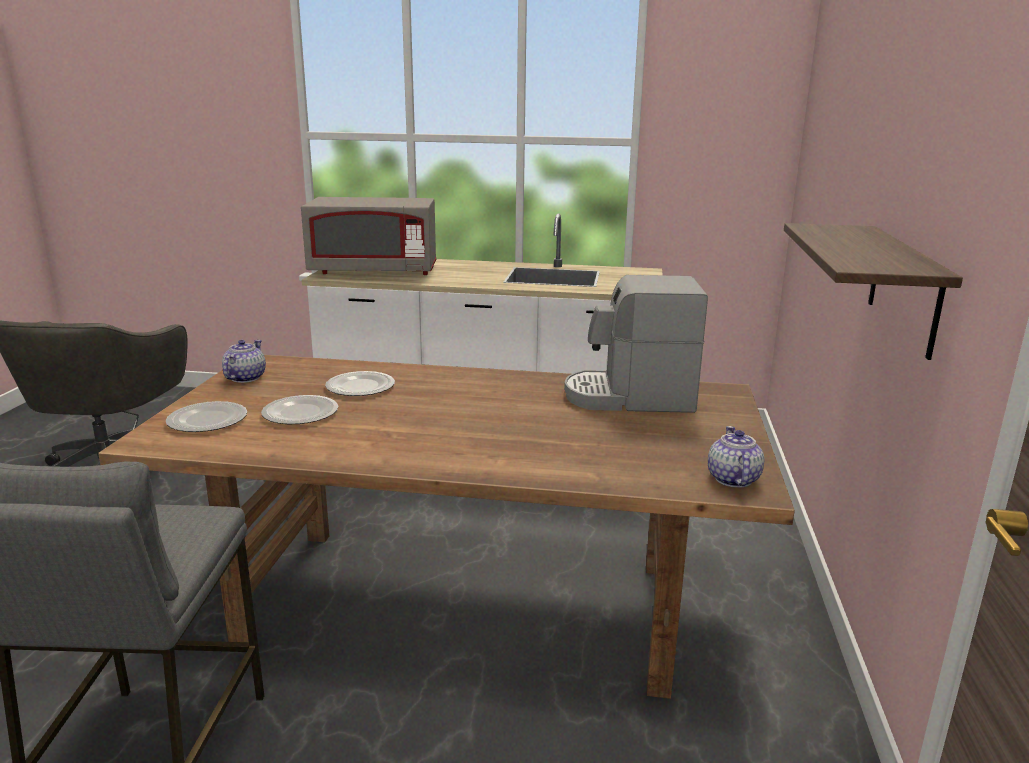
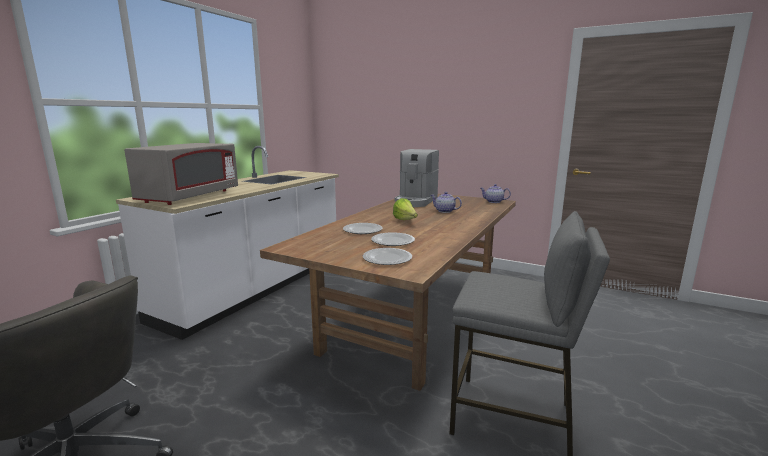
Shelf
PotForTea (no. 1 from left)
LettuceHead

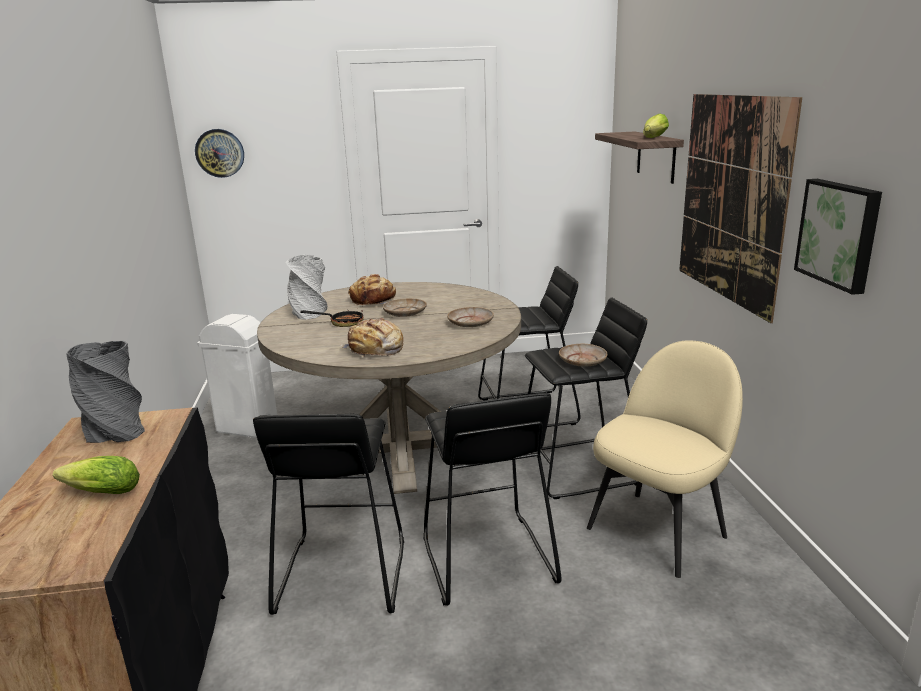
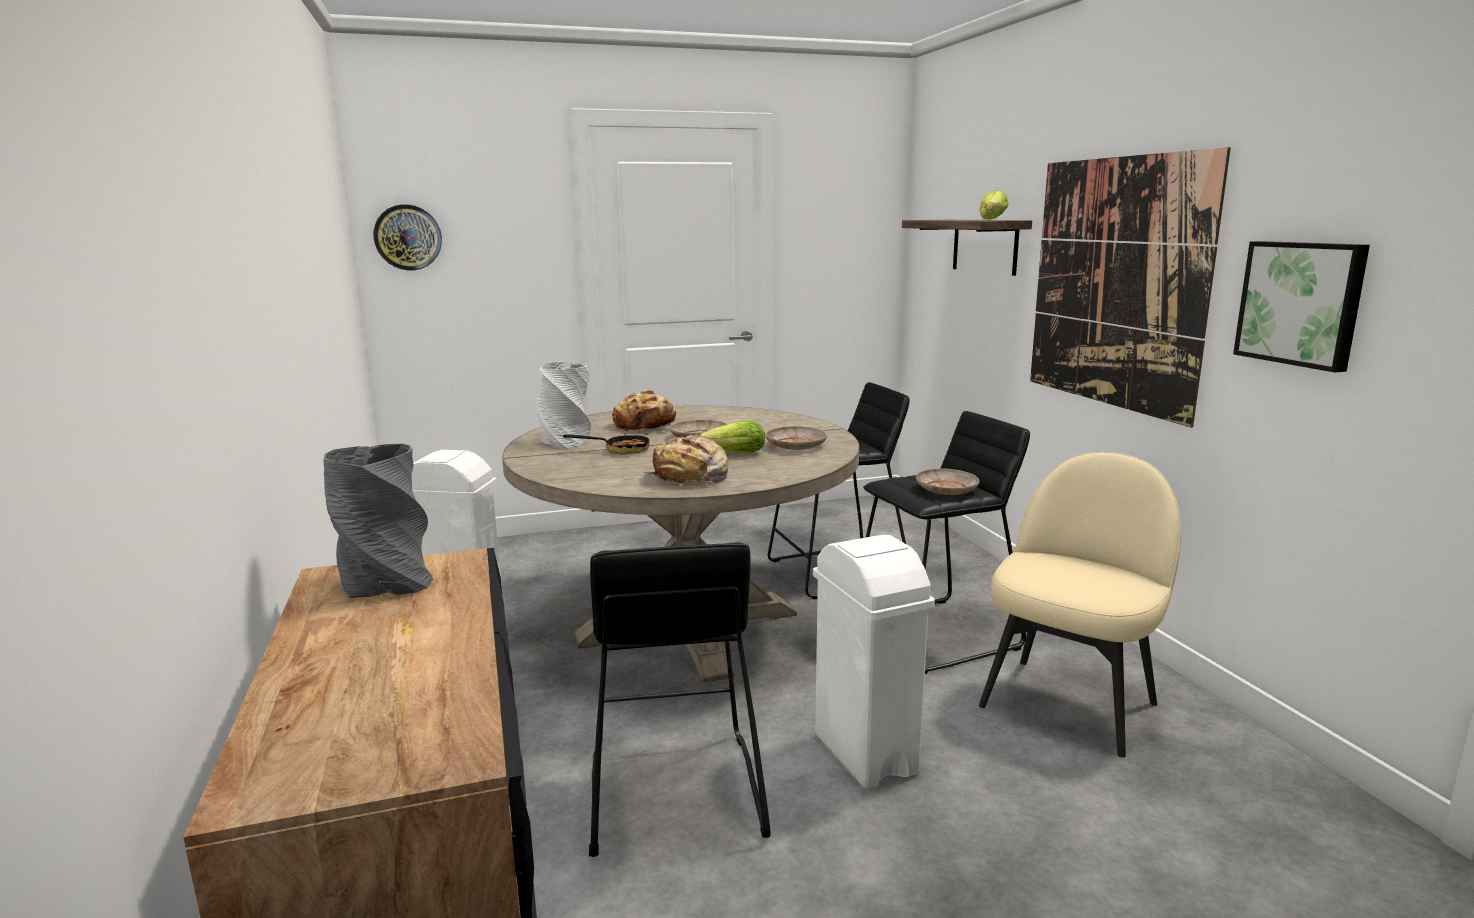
WhiteColouredTrashCan (no. 2 from left)
LettuceHead (no. 1 from left)

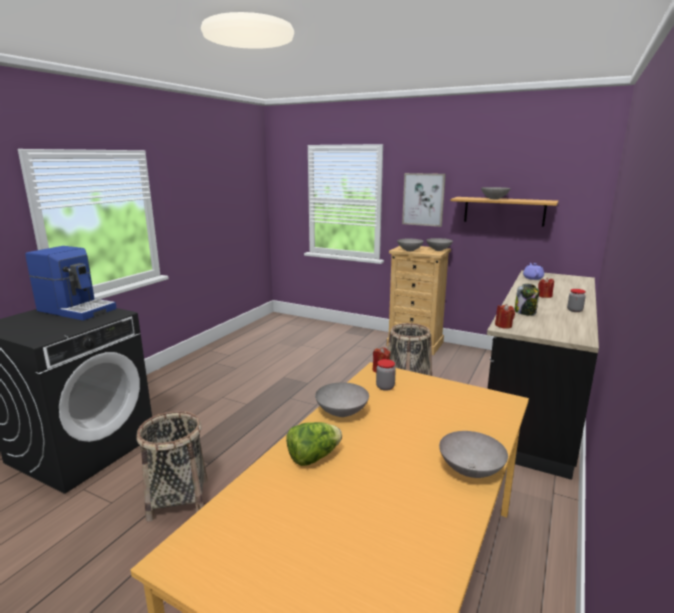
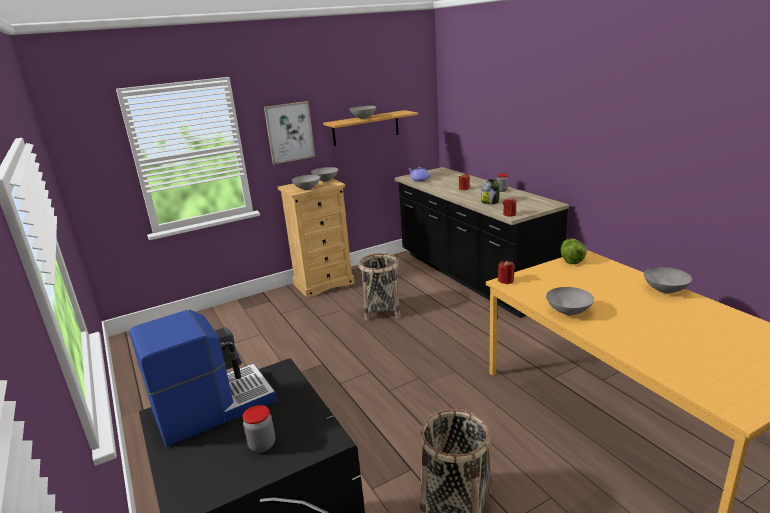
Jar (no. 1 from left)
LettuceHead

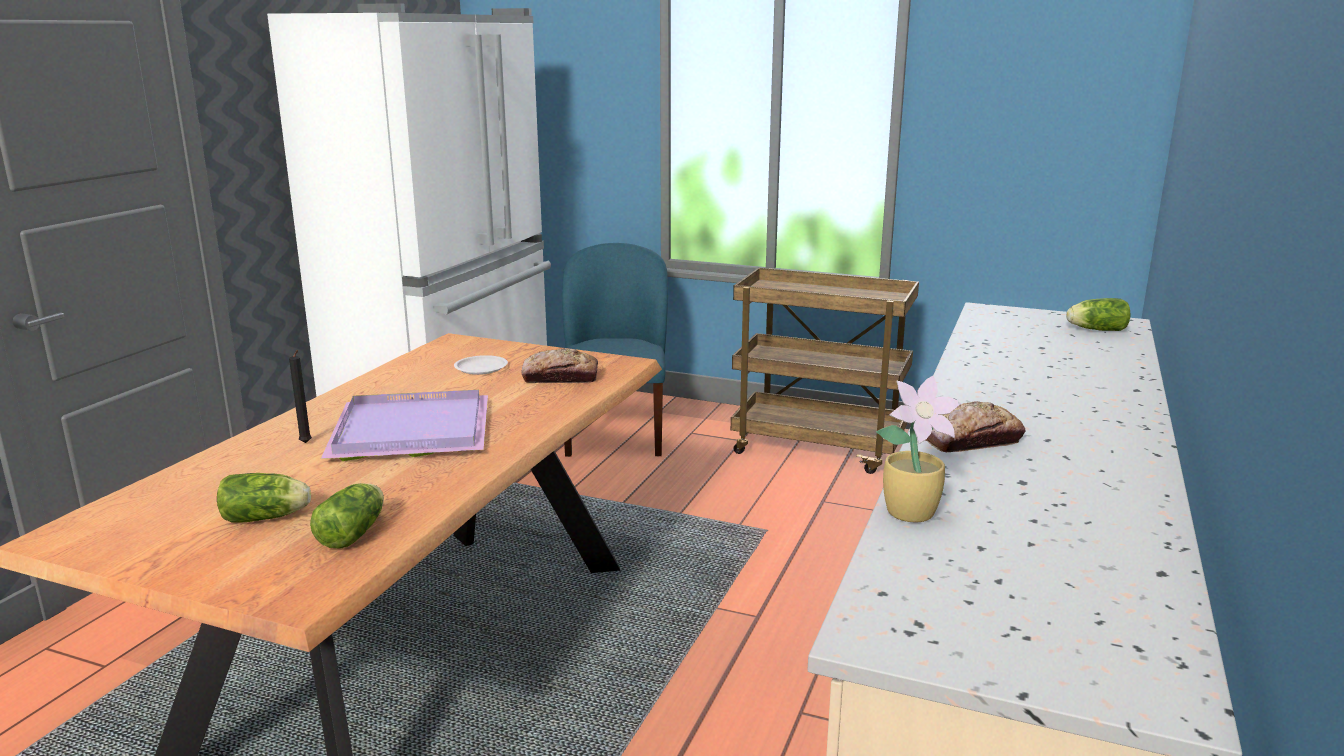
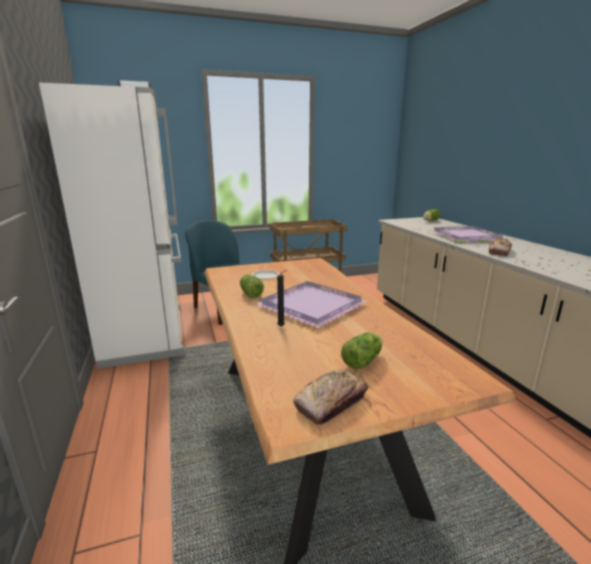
BakedBread (no. 1 from left)
PlantInAPot
LettuceHead (no. 1 from left)
PurpleCarryingTray (no. 2 from left)

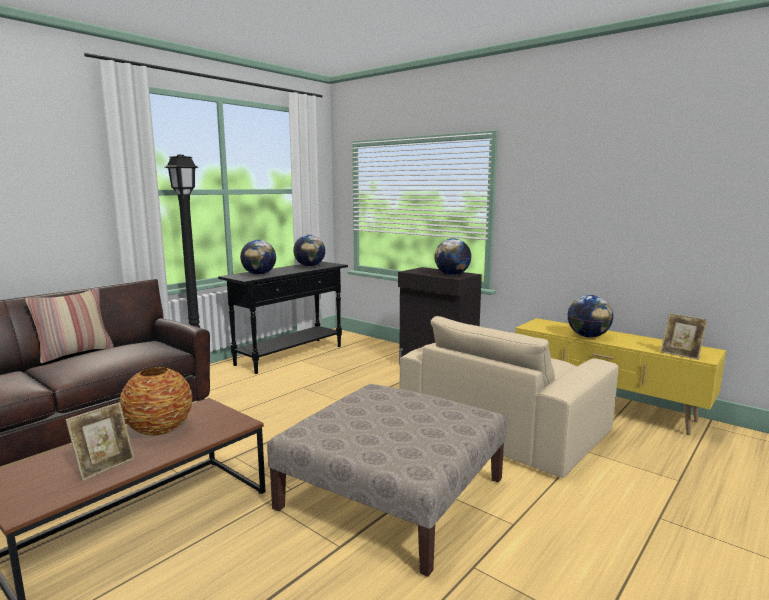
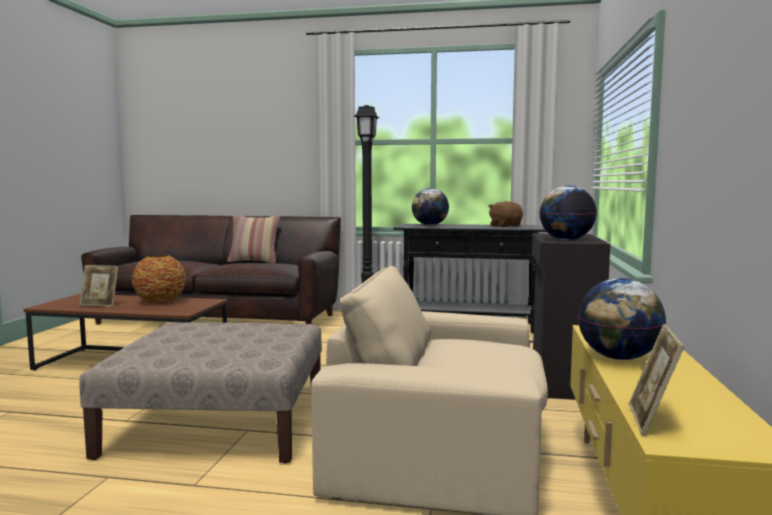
BrownishPlushToy

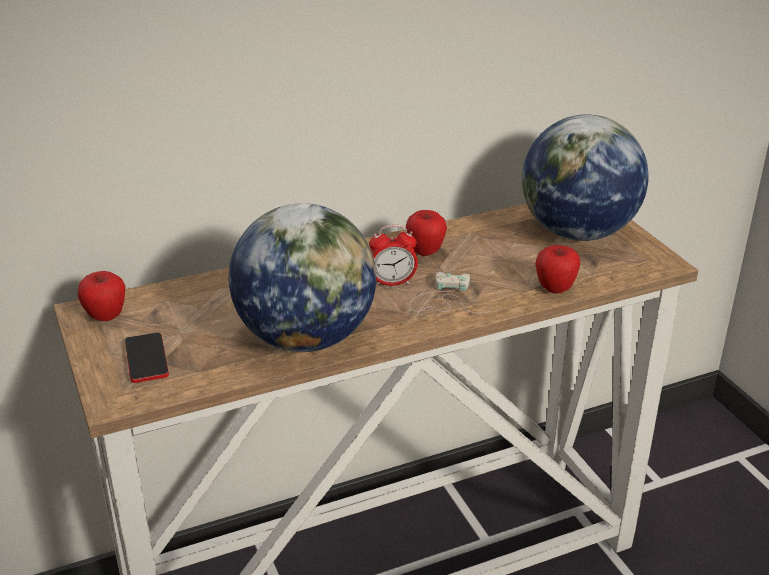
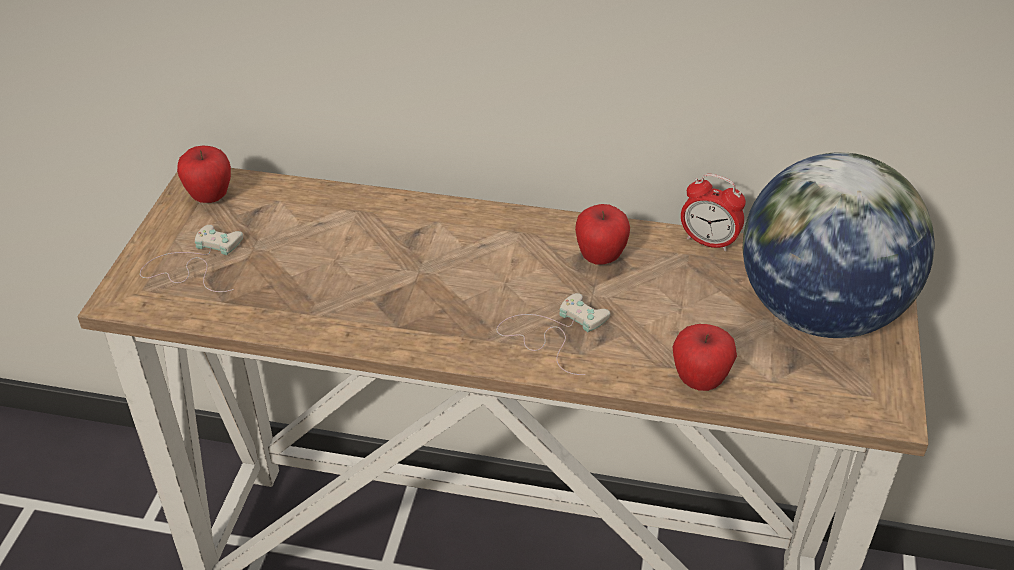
Globe (no. 1 from left in the first image)
BedsideClock
WhiteColouredJoypad (no. 1 from left)

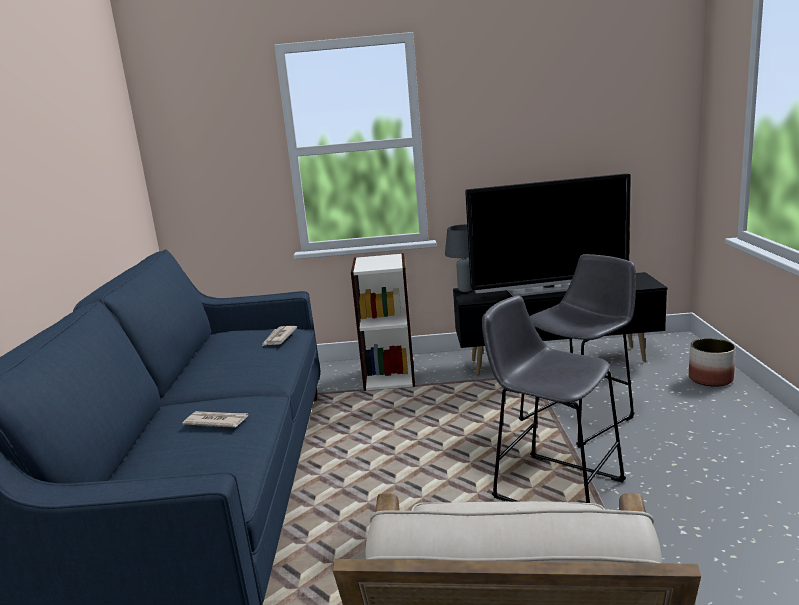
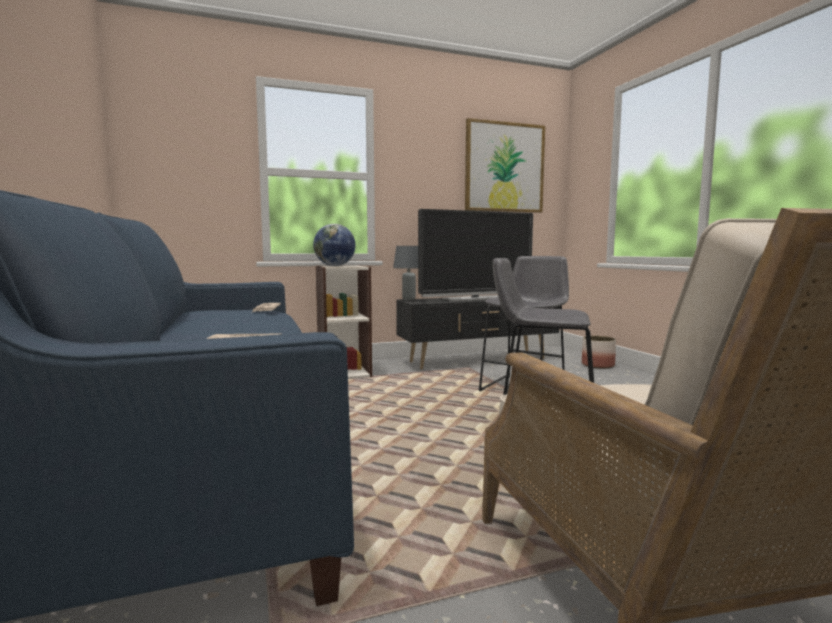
WallPicture
Globe

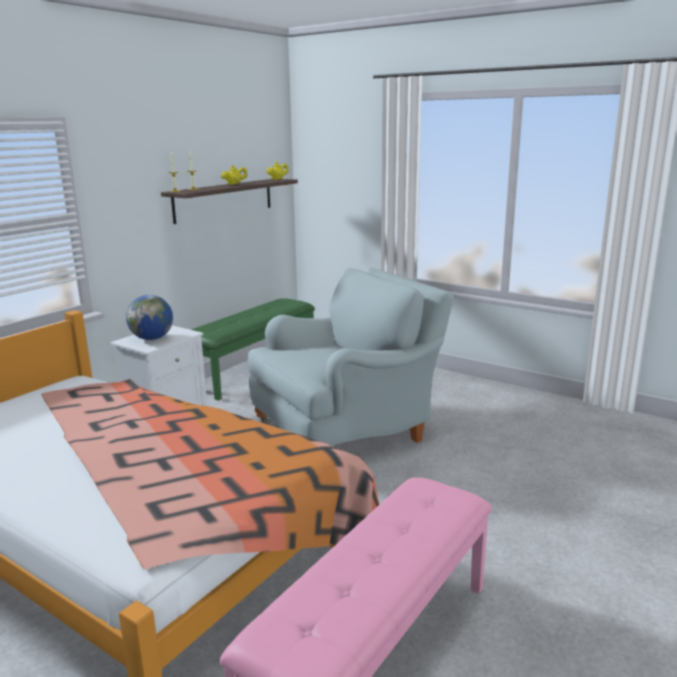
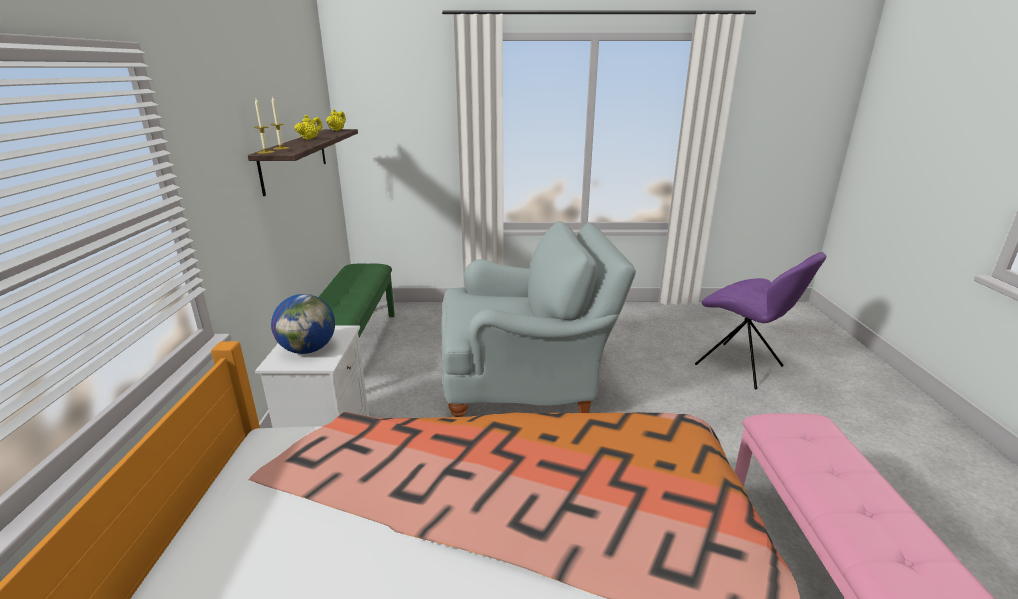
GrayLoungeChair
PurpleChair

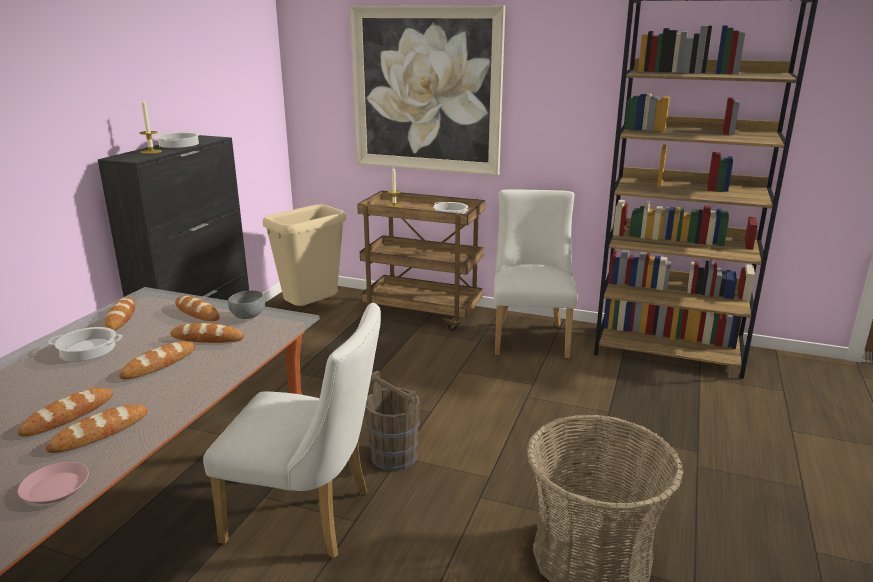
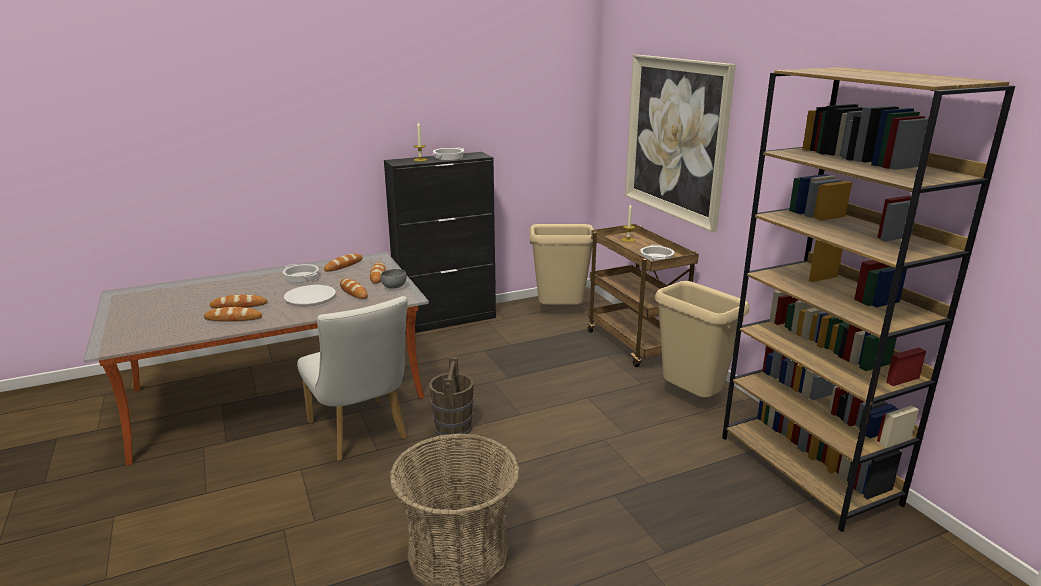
SandColouredTrashCan (no. 2 from left)
WhiteColouredDinnerPlate
PinkishDinnerPlate

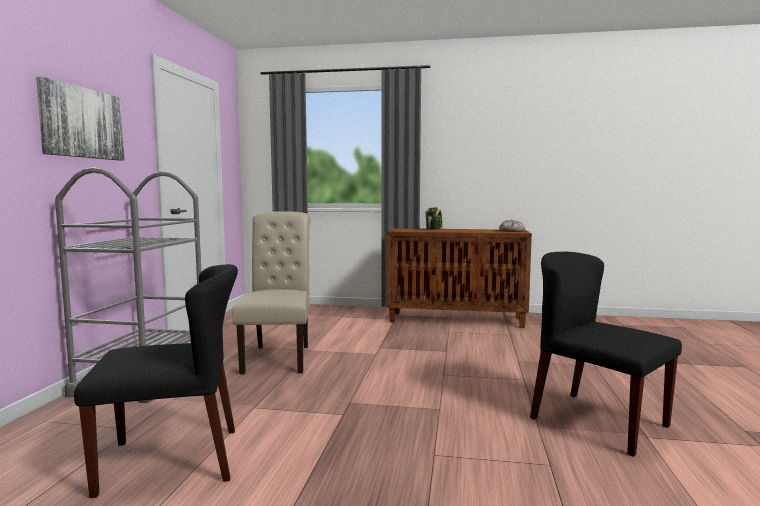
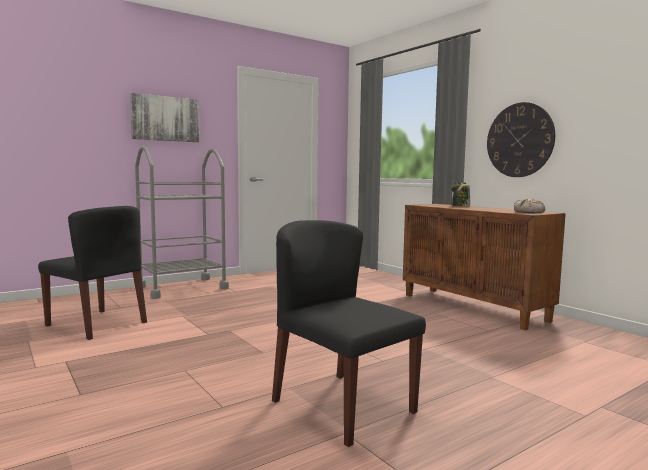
SandColouredChair
BlackChair (no. 2 from left)
ClockOnTheWall

